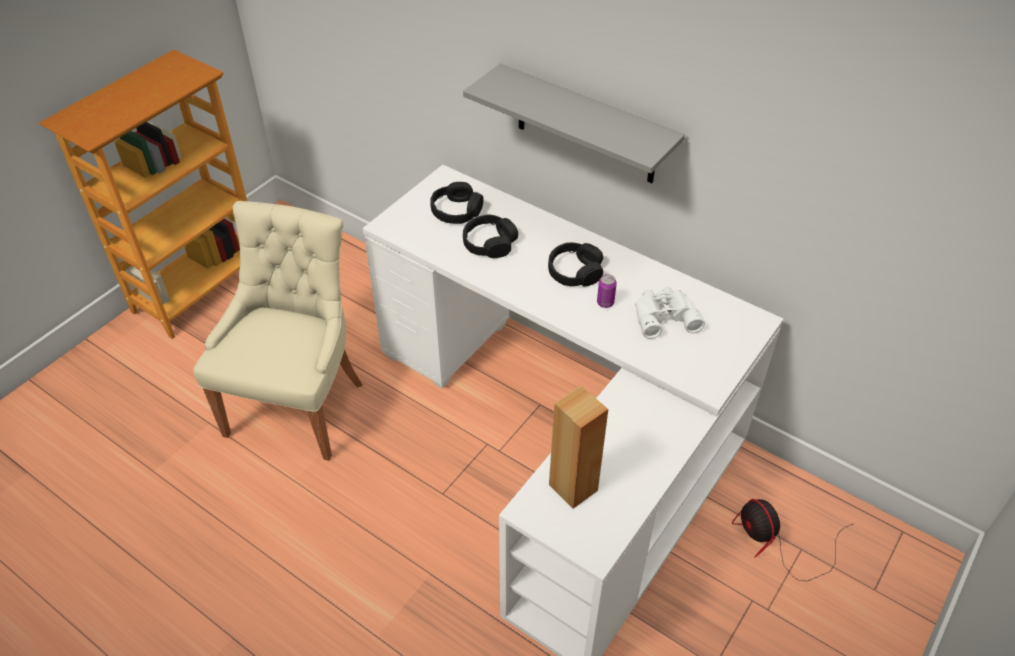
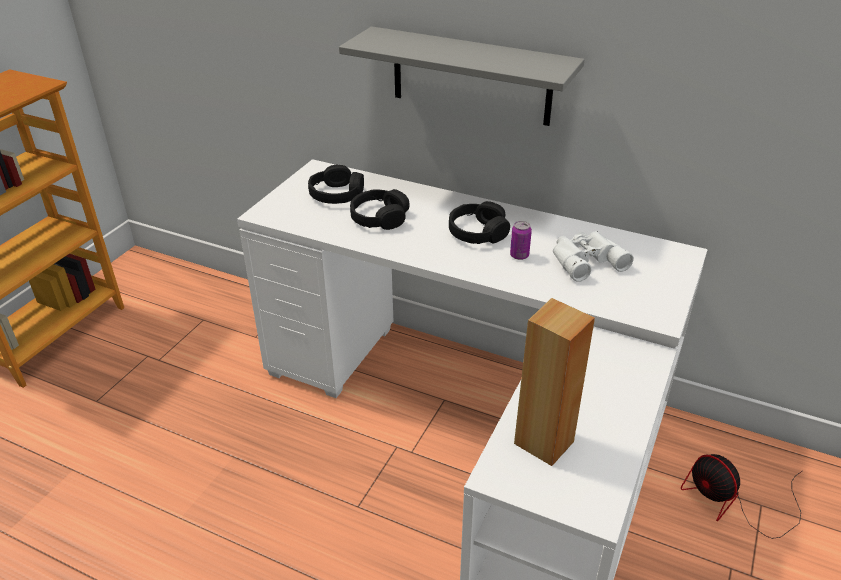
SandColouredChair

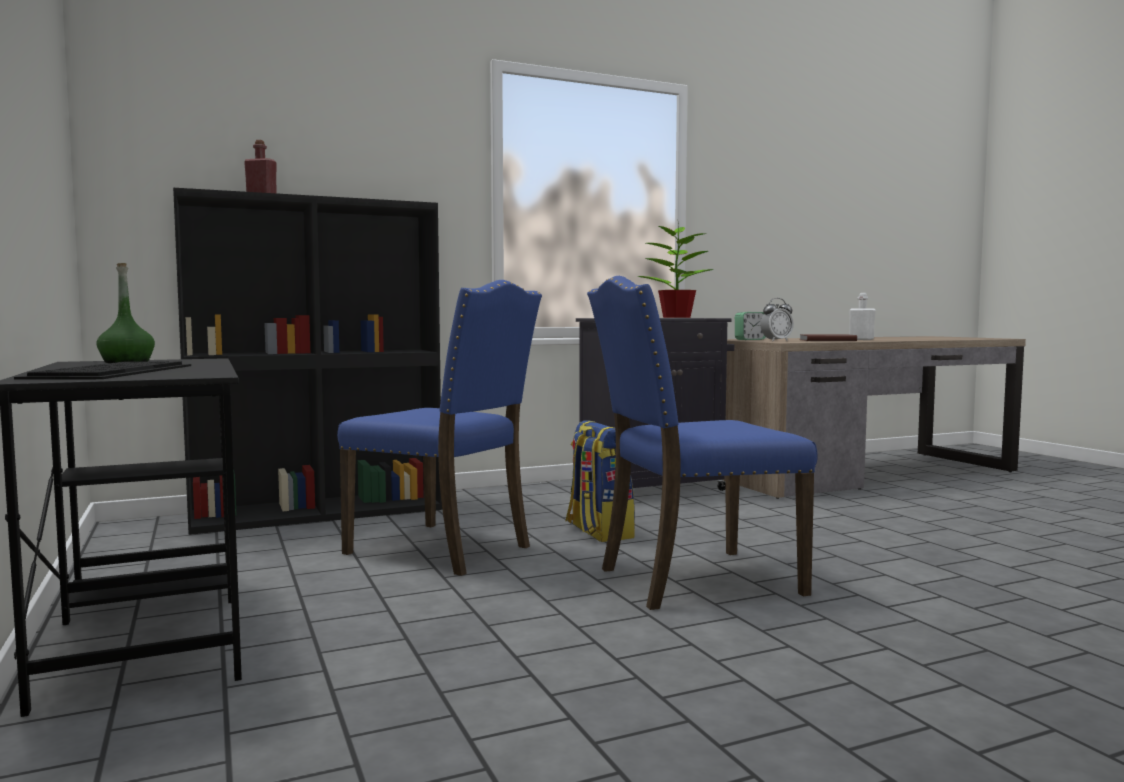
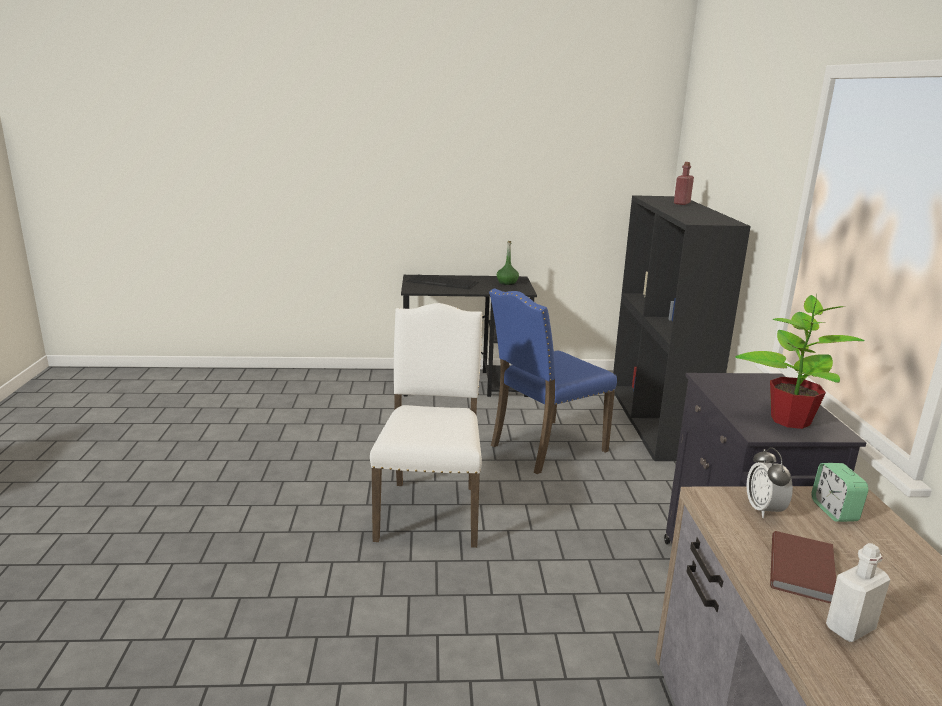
WhiteColouredChair
Rucksack

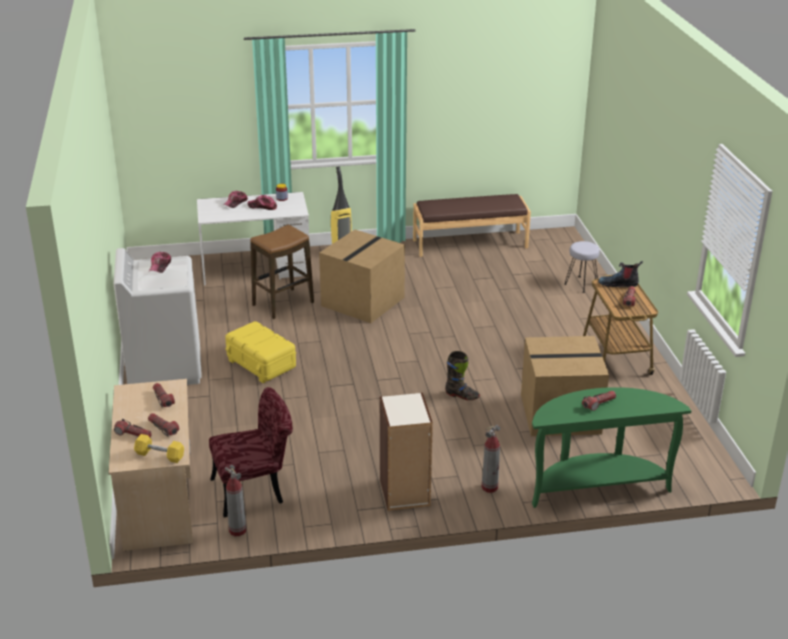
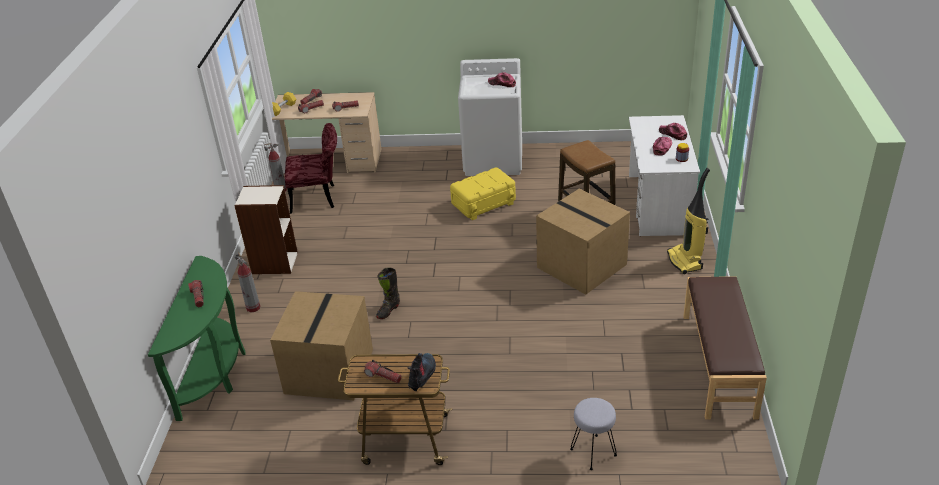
ReddishChair

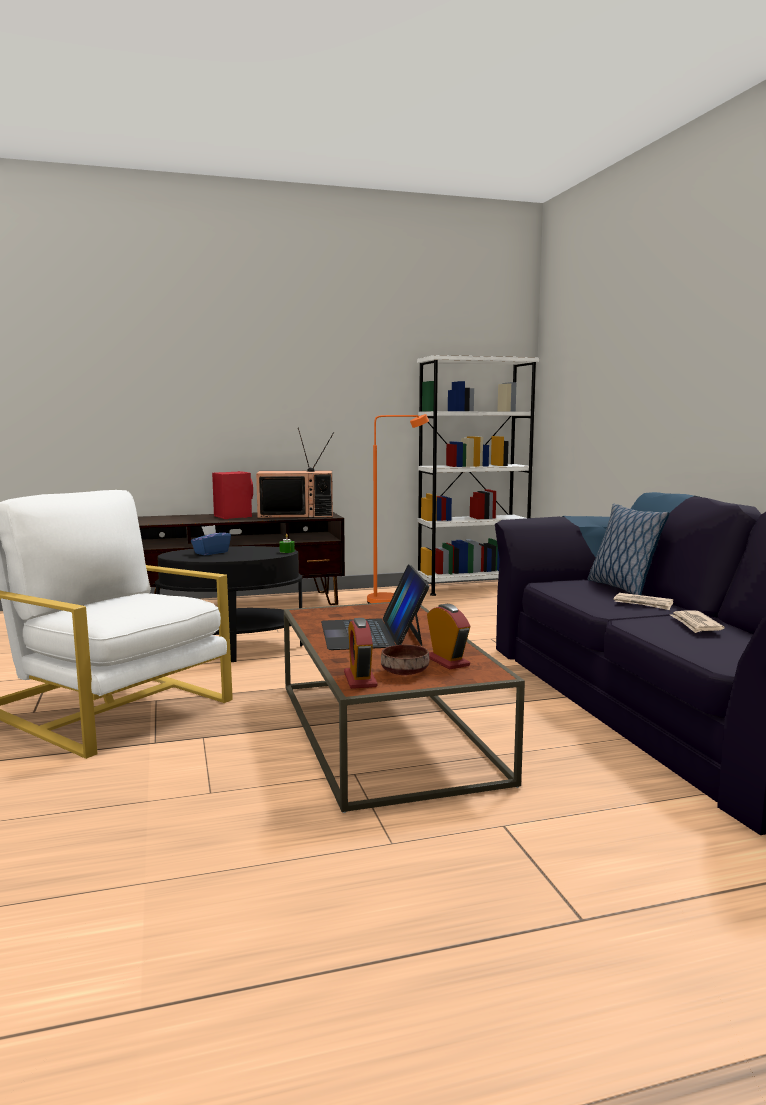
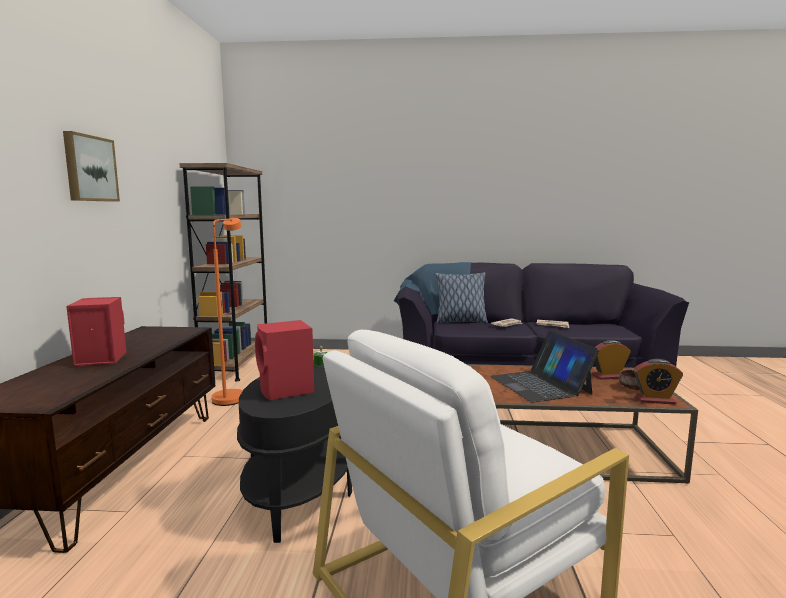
BrownishBookshelf
TvSet
ReddishSpeaker (no. 2 from left)
NotebookComputer
WallPicture

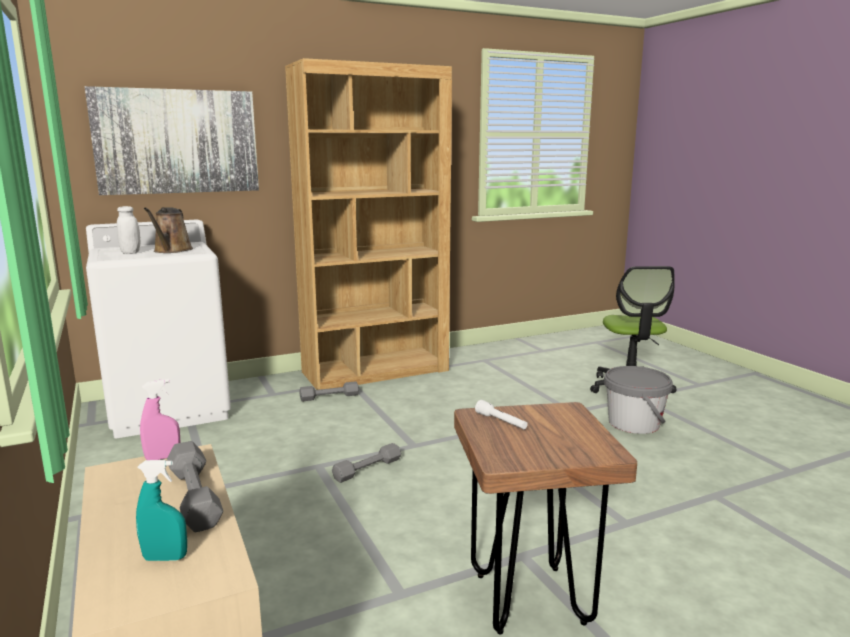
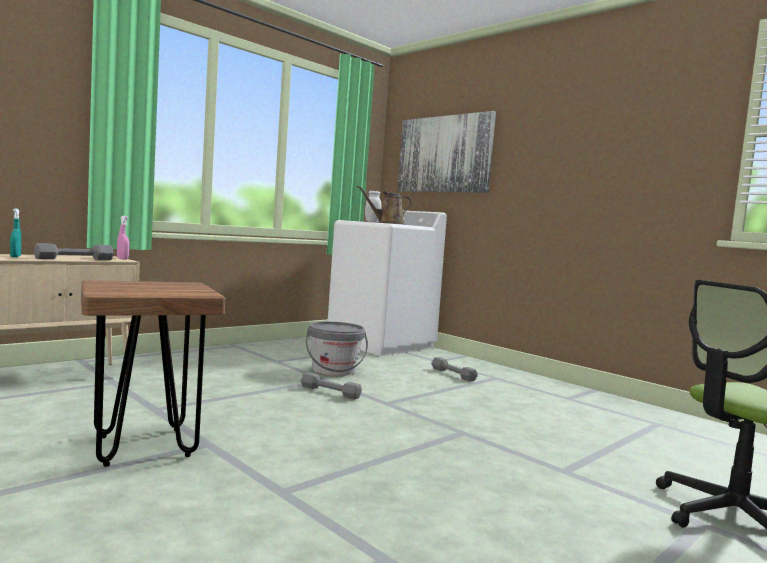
BrownishBookshelf
GrayPail
WhiteColouredHandTorch

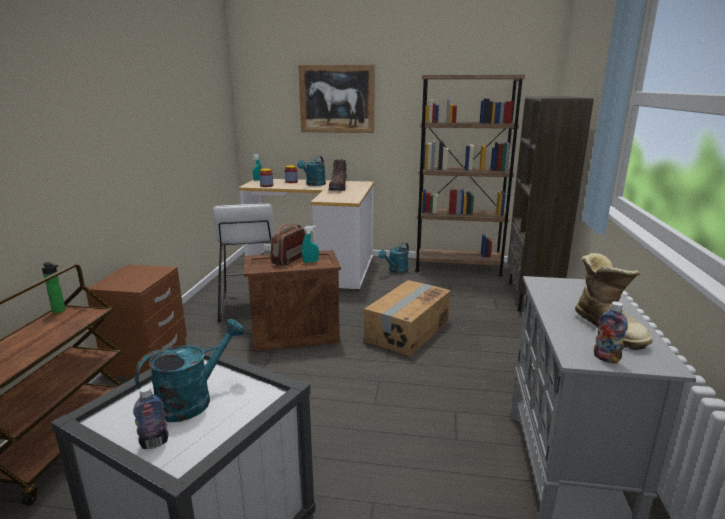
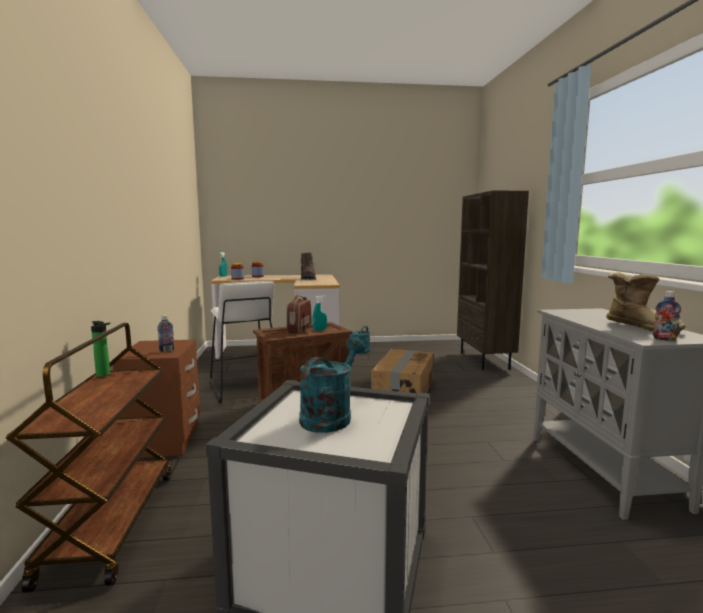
WallPicture
BrownishBookshelf (no. 1 from left in the first image)
TurquoiseColouredWateringPot (no. 2 from left in the first image)
BeverageBottle (no. 2 from left)

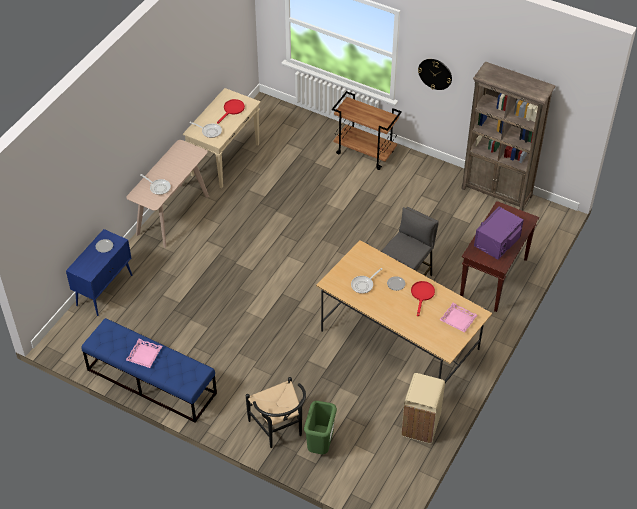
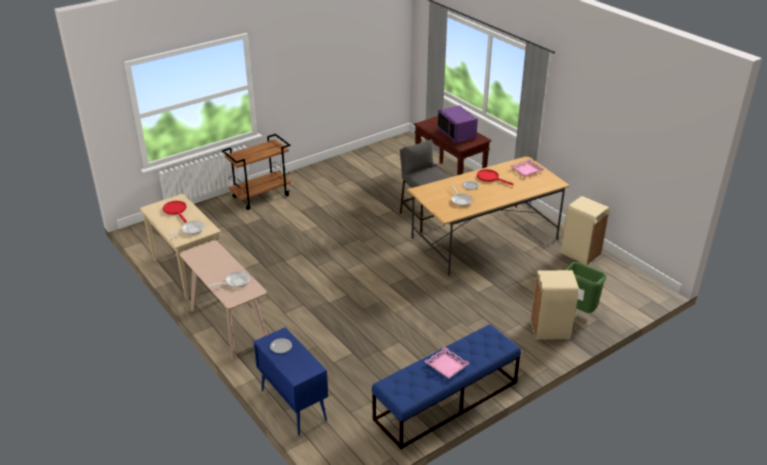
ClockOnTheWall
BrownishBookshelf
SandColouredTrashCan (no. 1 from left)

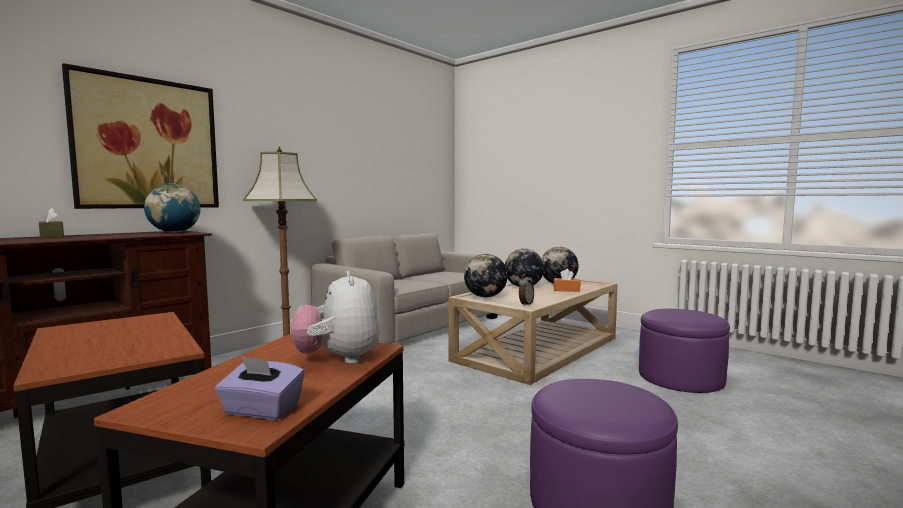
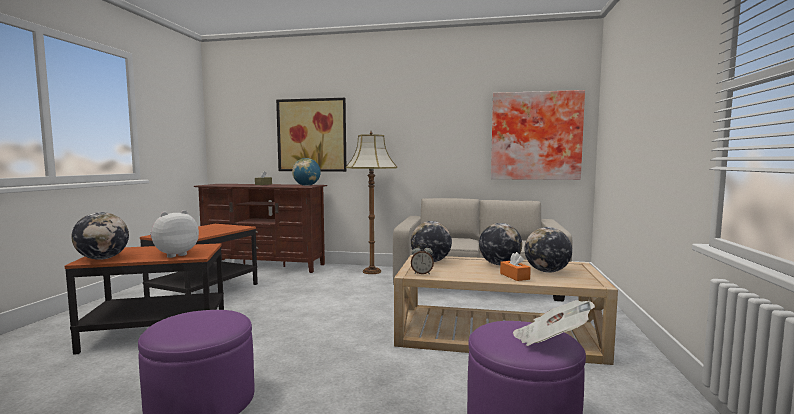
Globe (no. 1 from left)
WallPicture (no. 2 from left)
PrintedPaper

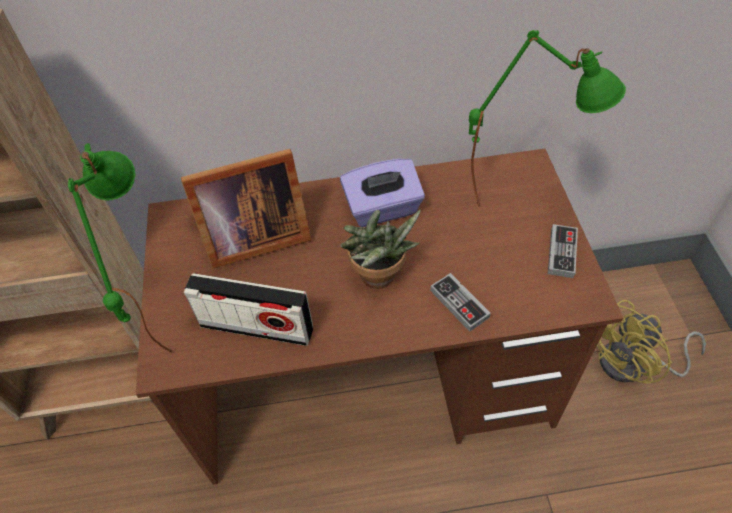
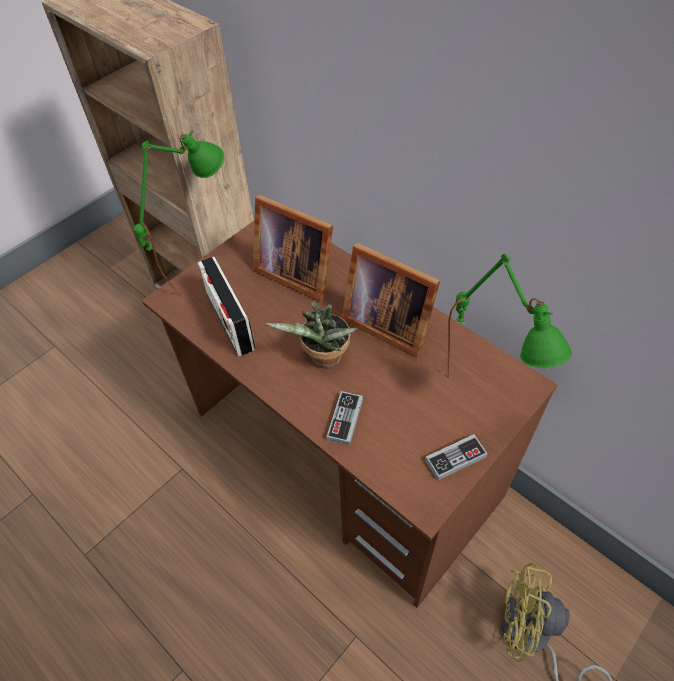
PhotoFrame (no. 2 from left)

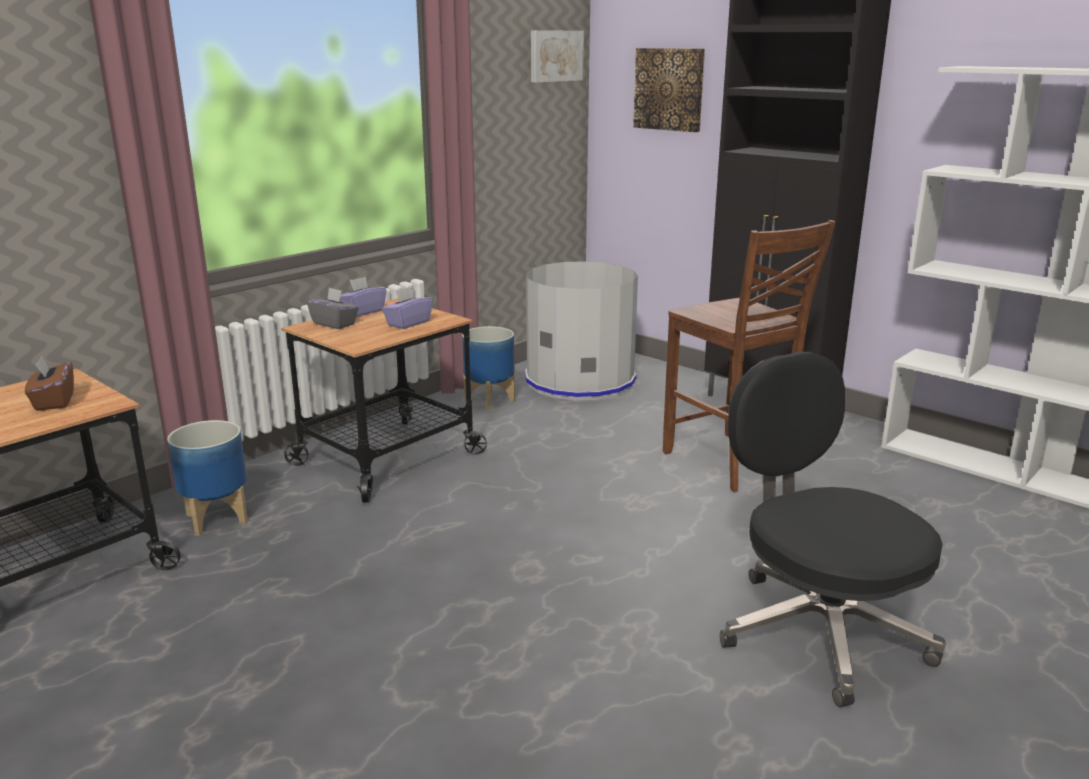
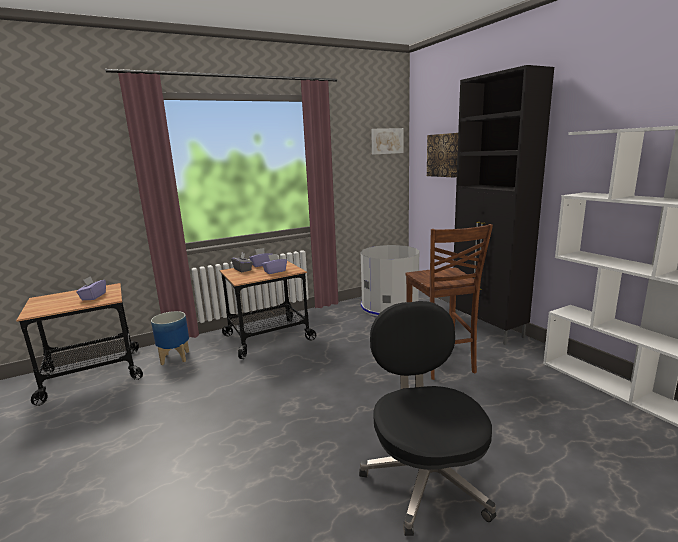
Planter (no. 2 from left in the first image)
PurpleBoxOfTissues (no. 1 from left)

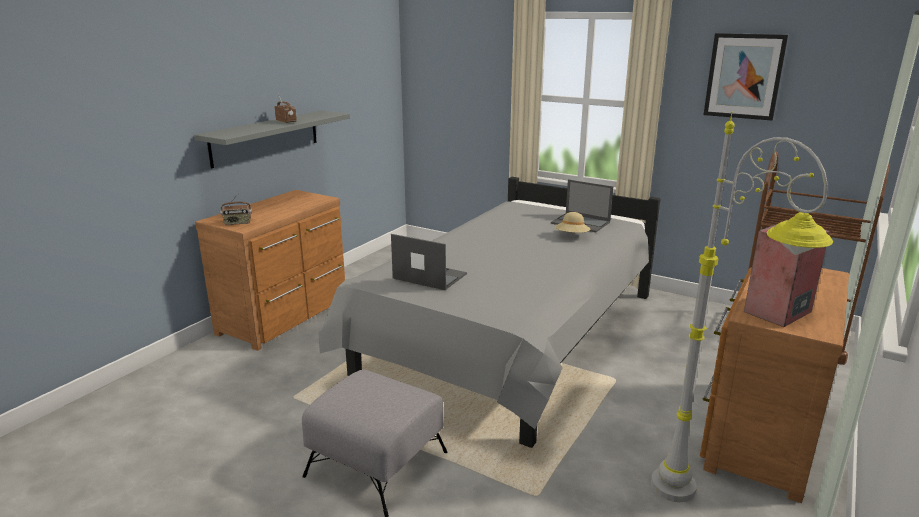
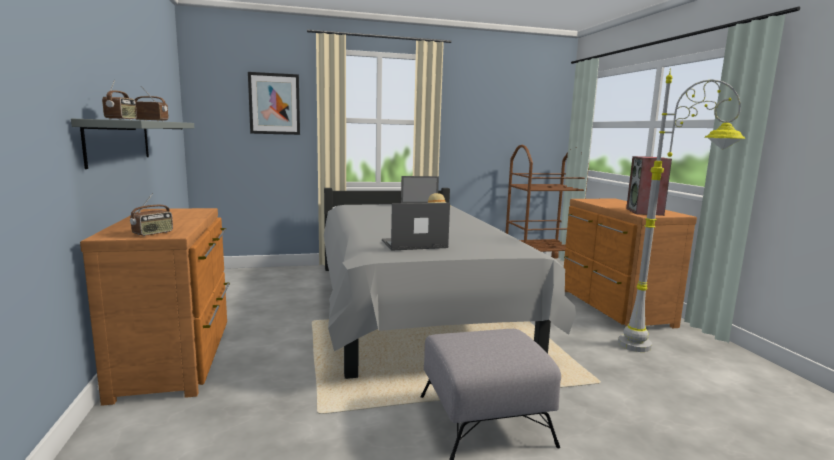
WallPicture
RadioReceiver (no. 1 from left)

